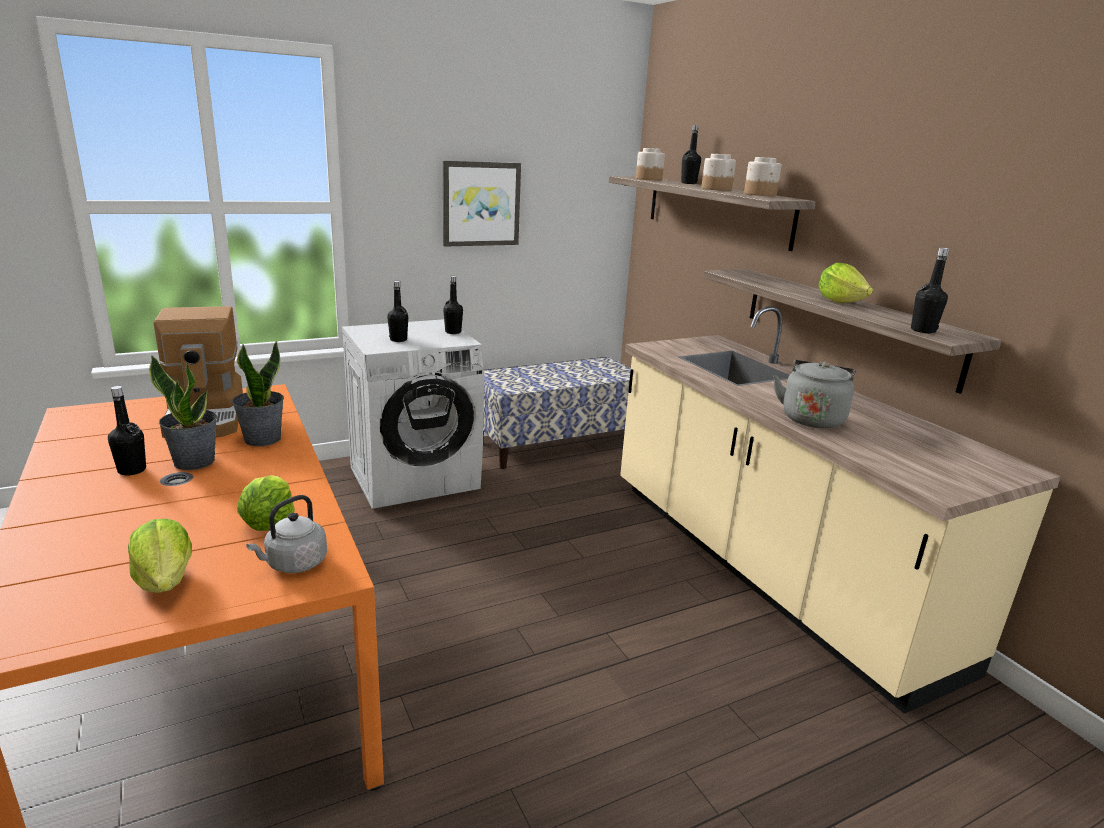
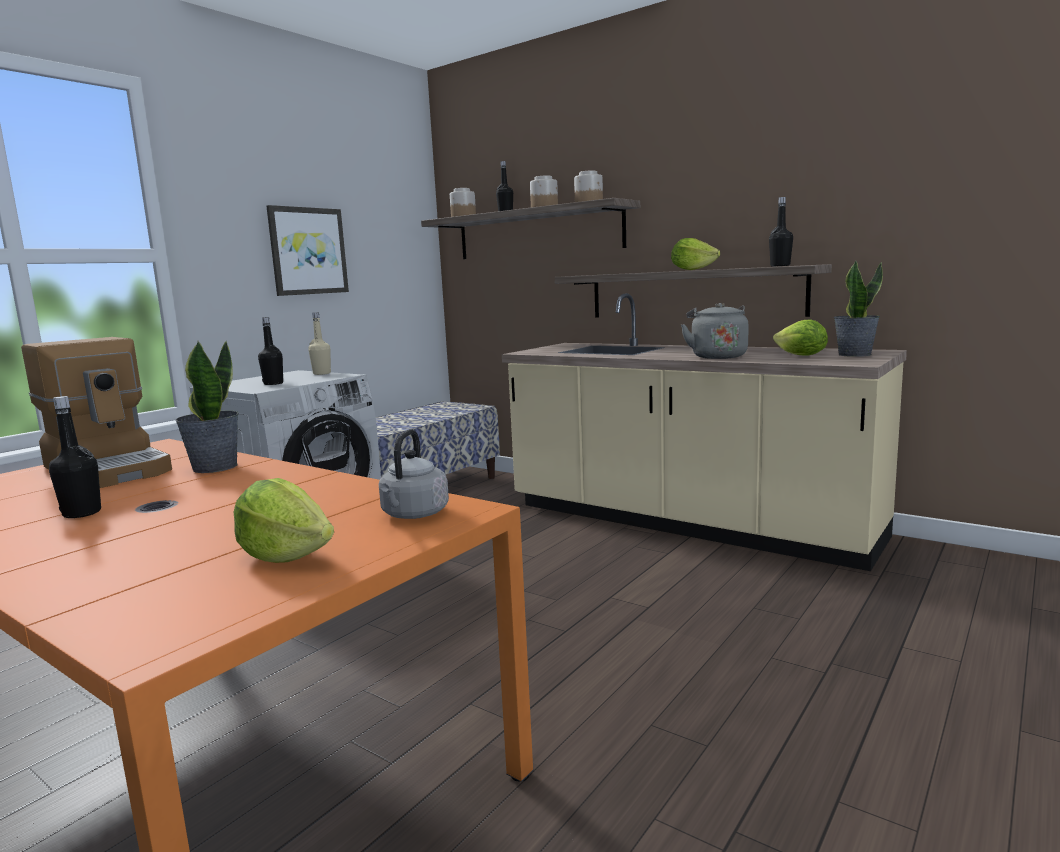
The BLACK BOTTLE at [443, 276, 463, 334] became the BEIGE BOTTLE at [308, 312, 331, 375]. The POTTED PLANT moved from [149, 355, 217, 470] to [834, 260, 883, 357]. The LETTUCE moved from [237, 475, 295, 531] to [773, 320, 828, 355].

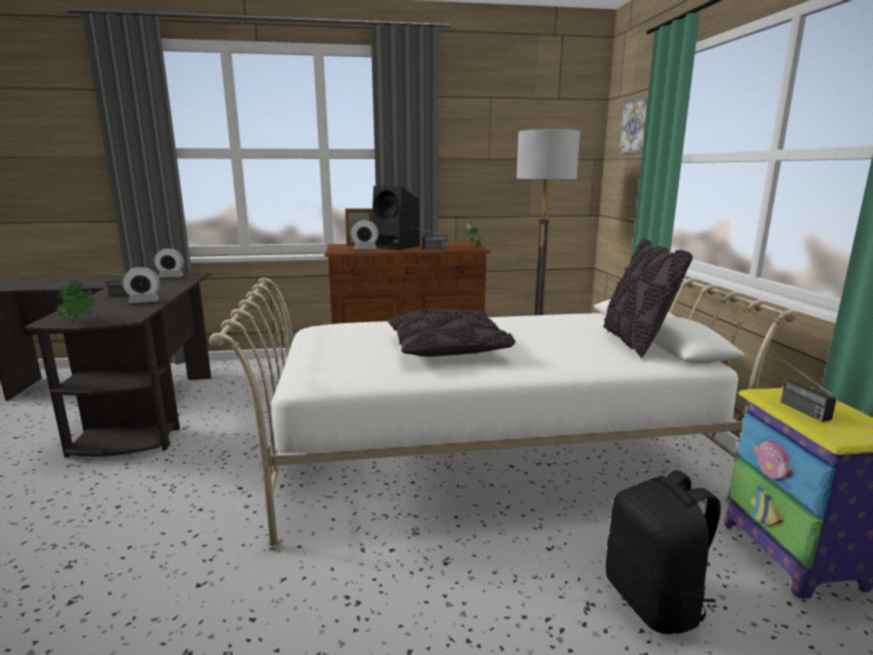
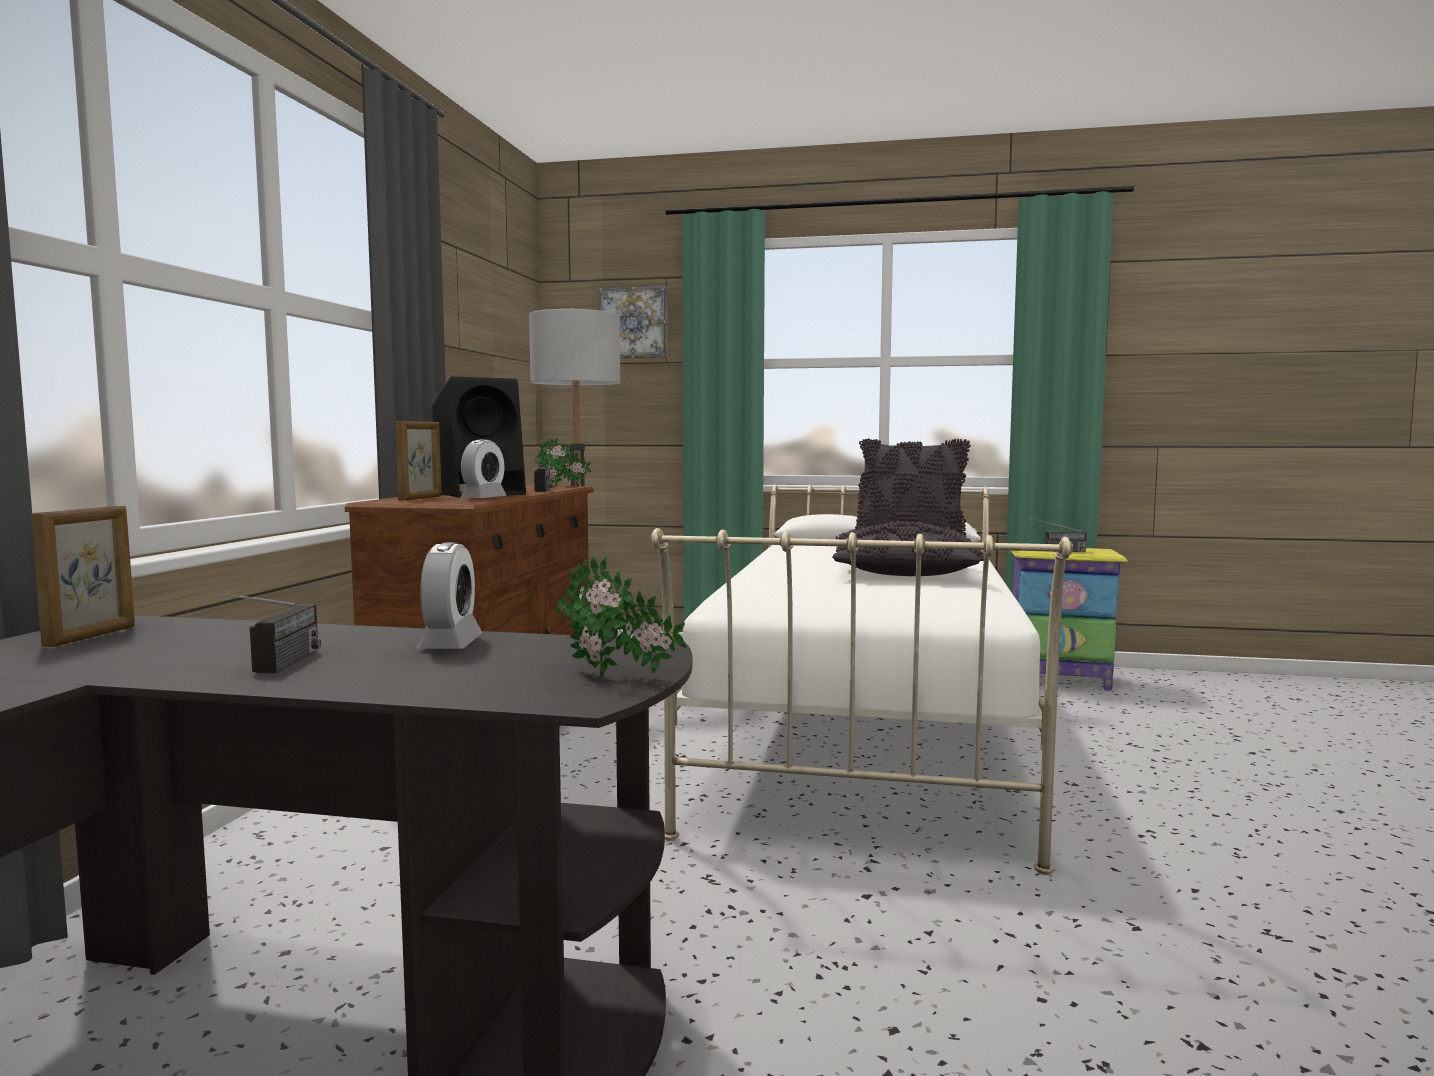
The ALARM CLOCK at [154, 248, 184, 278] was replaced by the PICTURE FRAME at [32, 506, 135, 647]. The BLACK BACKPACK at [606, 470, 721, 634] disappeared.

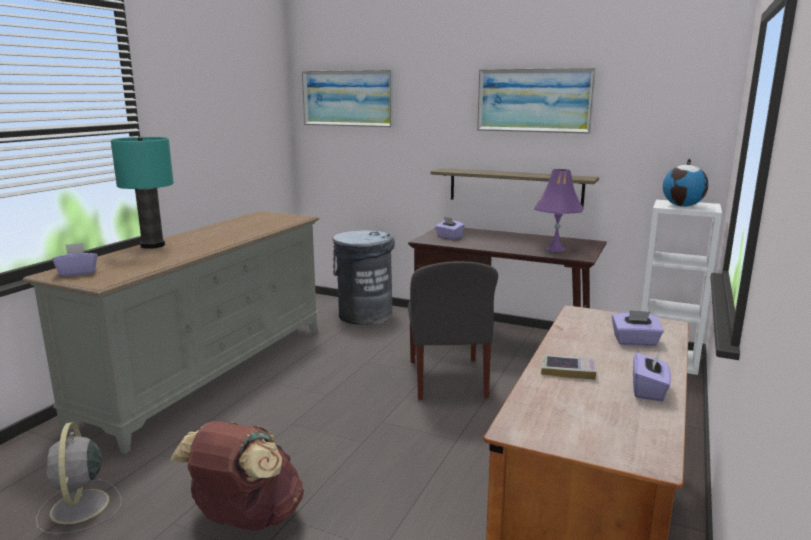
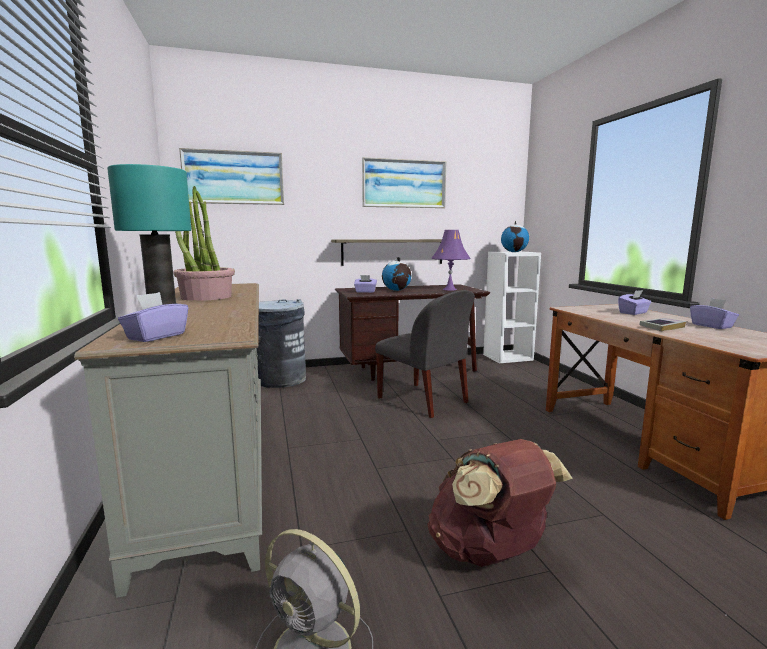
The POTTED PLANT at [173, 186, 235, 301] appeared. The GLOBE at [382, 257, 411, 291] appeared.

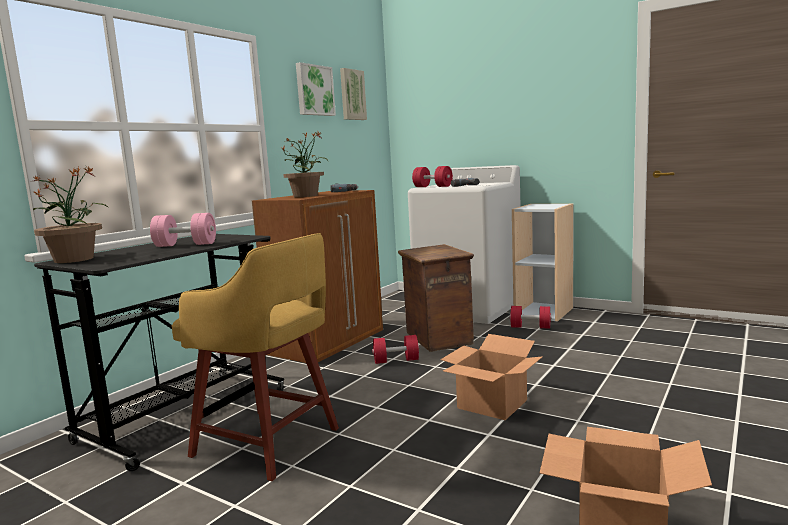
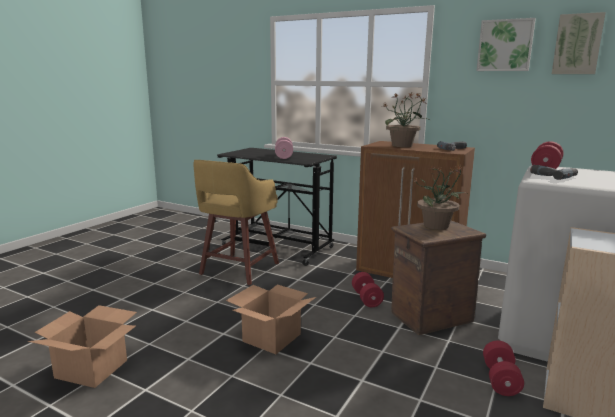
The POTTED PLANT moved from [33, 166, 109, 263] to [414, 165, 467, 230].

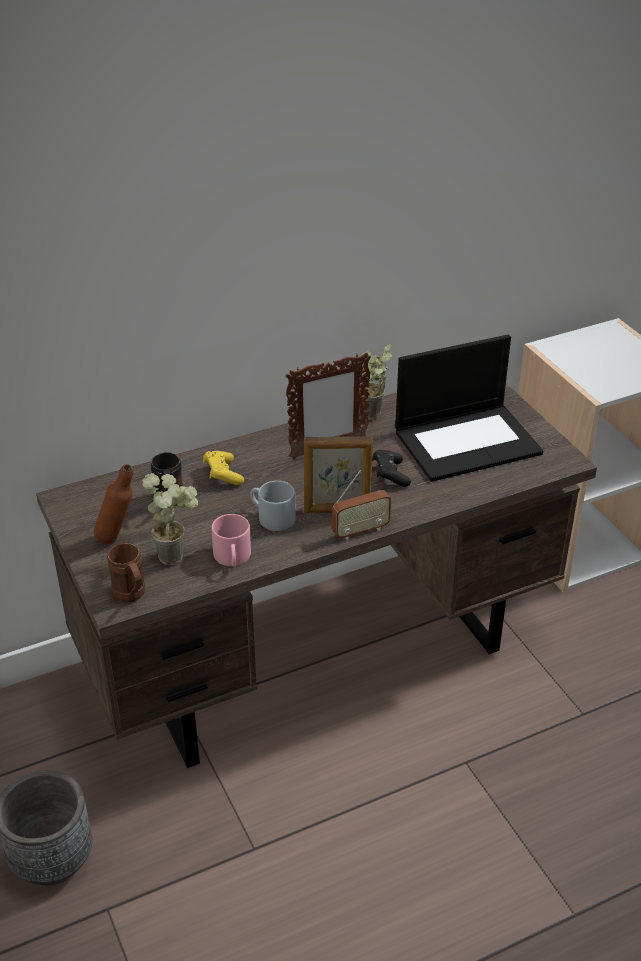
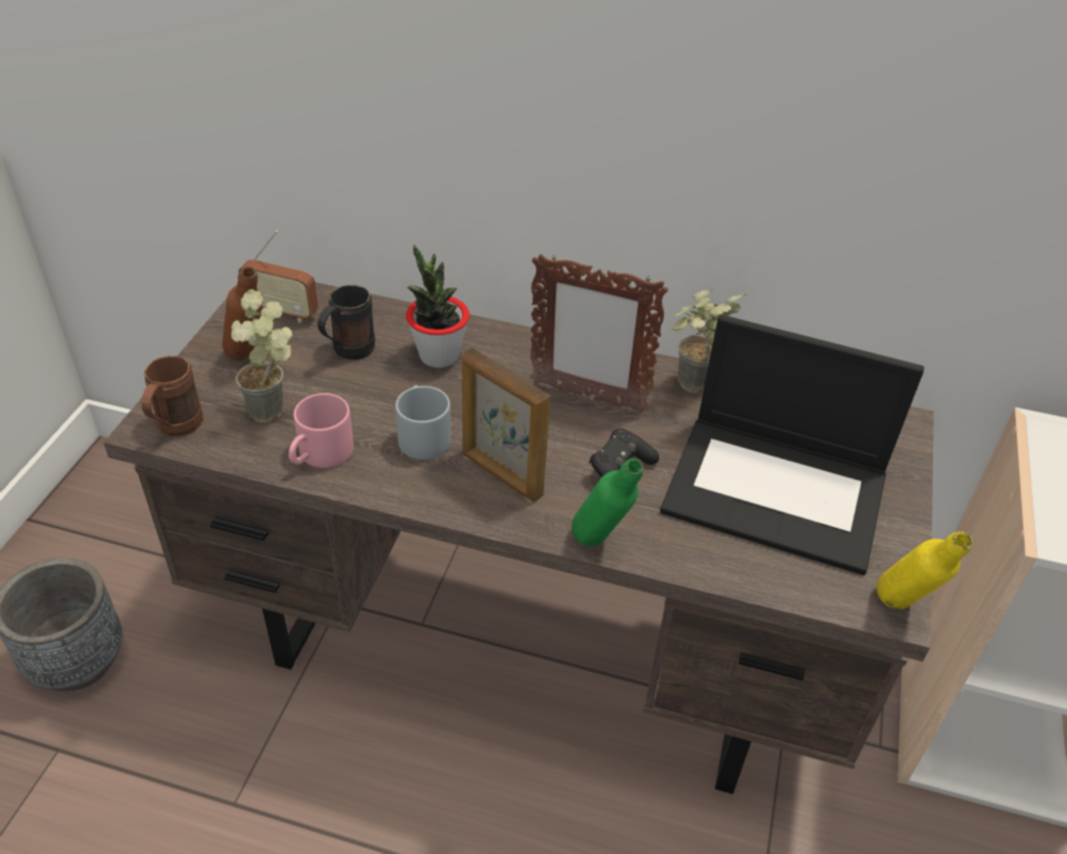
The YELLOW GAME CONTROLLER at [203, 451, 244, 485] was replaced by the POTTED PLANT at [406, 245, 470, 368]. The RADIO moved from [332, 470, 391, 540] to [238, 230, 318, 323]. The GREEN BOTTLE at [571, 458, 644, 547] appeared. The YELLOW BOTTLE at [877, 532, 973, 609] appeared.

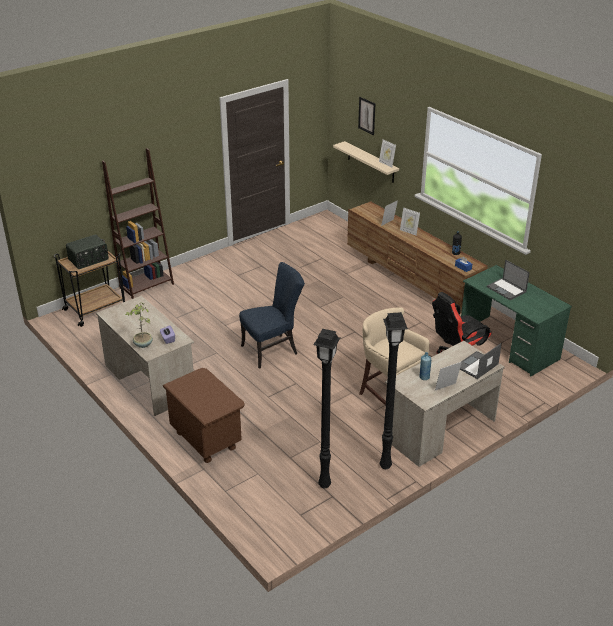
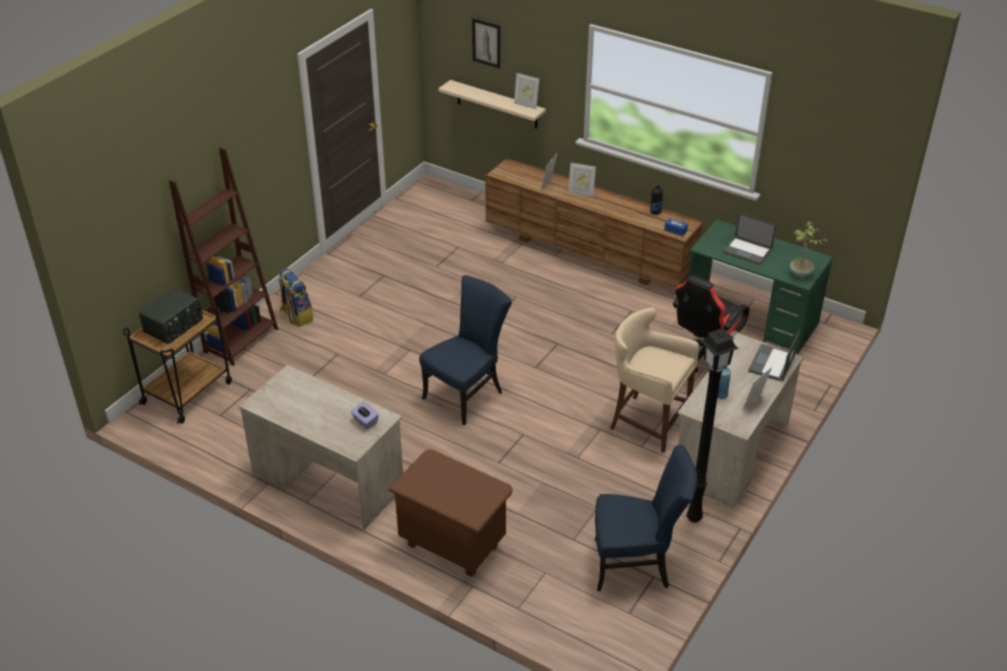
The POTTED PLANT moved from [125, 302, 153, 348] to [790, 222, 828, 278]. The BLACK FLOOR LAMP at [313, 329, 340, 488] was replaced by the BLUE CHAIR at [595, 445, 697, 591]. The BACKPACK at [278, 268, 313, 327] appeared.

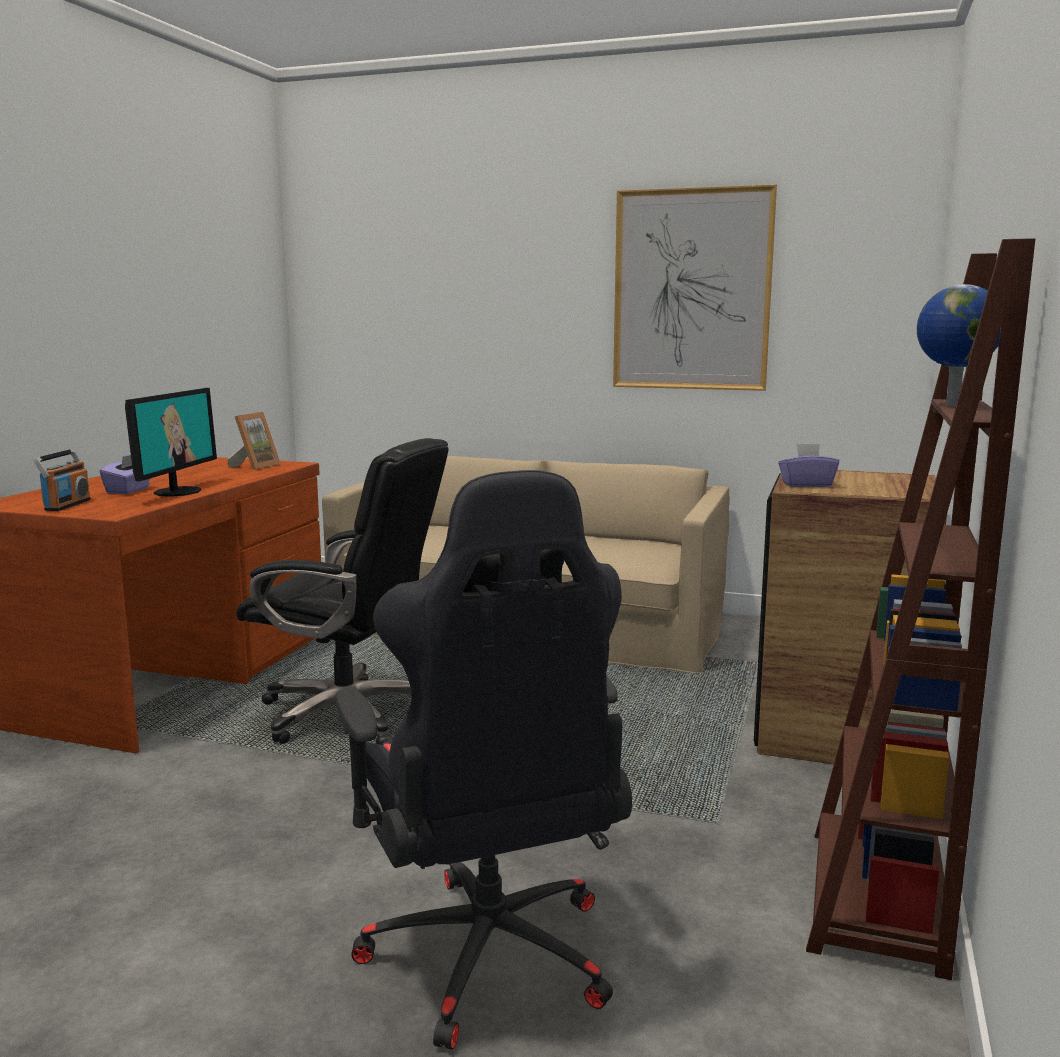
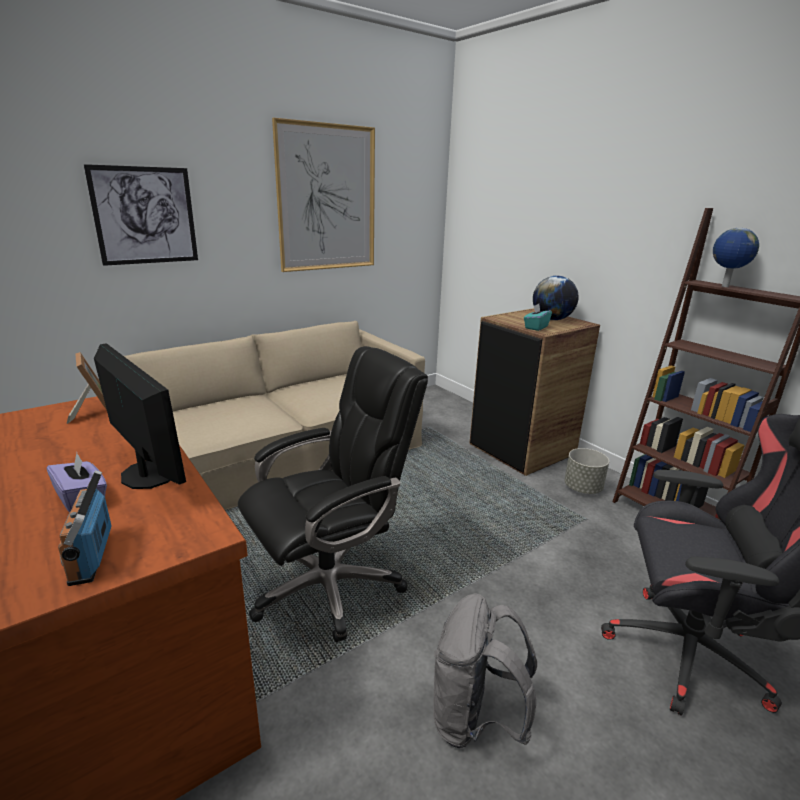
The PURPLE TISSUE BOX at [778, 443, 839, 487] became the TURQUOISE TISSUE BOX at [524, 304, 552, 331]. The RADIO at [33, 449, 91, 511] turned 150 degrees counterclockwise. The PICTURE at [84, 164, 198, 266] appeared. The GLOBE at [533, 276, 579, 320] appeared. The GREY PLANTER at [564, 448, 609, 494] appeared. The GREY BACKPACK at [433, 593, 537, 748] appeared.

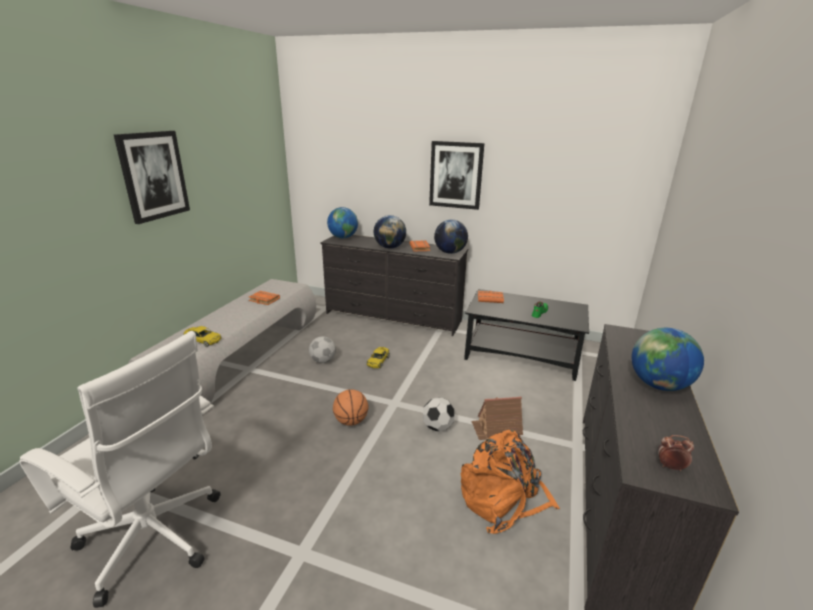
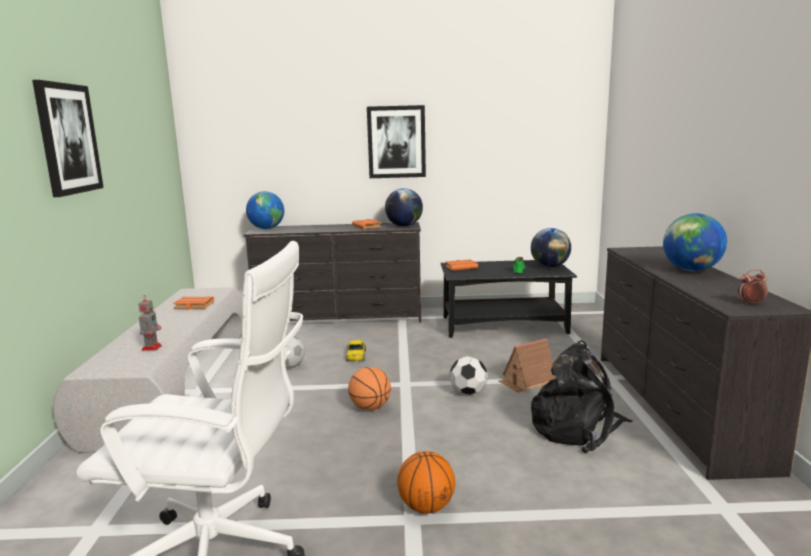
The GLOBE moved from [374, 215, 406, 249] to [531, 228, 571, 267]. The YELLOW TOY CAR at [184, 326, 221, 347] was replaced by the TOY ROBOT at [138, 297, 162, 351]. The ORANGE BACKPACK at [461, 430, 560, 534] became the BLACK BACKPACK at [531, 340, 633, 453]. The BASKETBALL at [397, 451, 455, 514] appeared.

